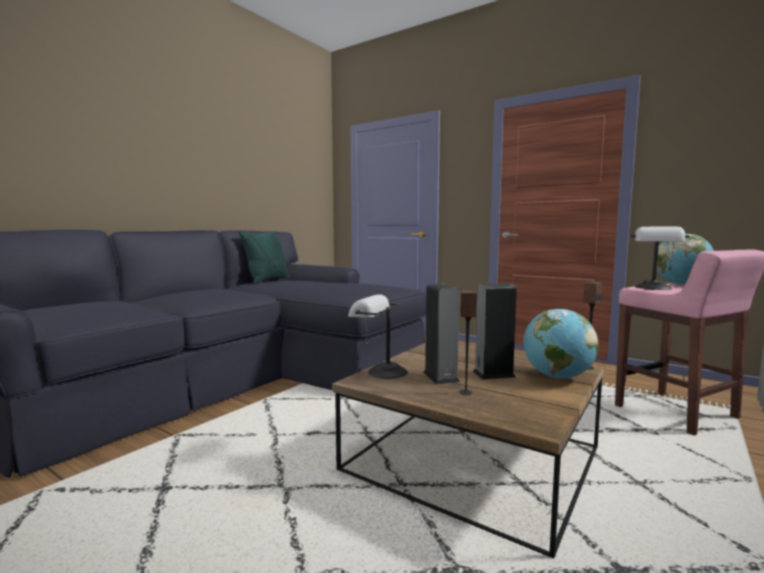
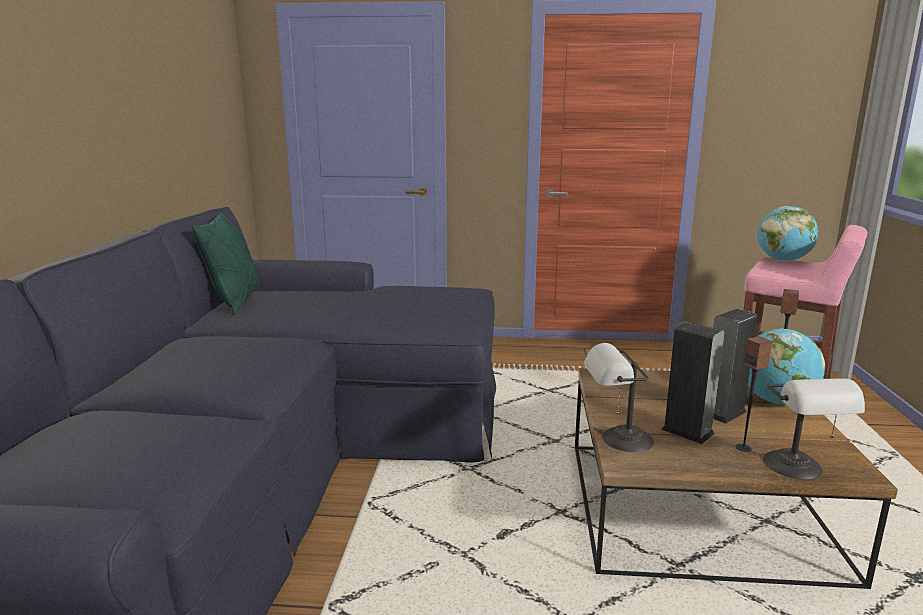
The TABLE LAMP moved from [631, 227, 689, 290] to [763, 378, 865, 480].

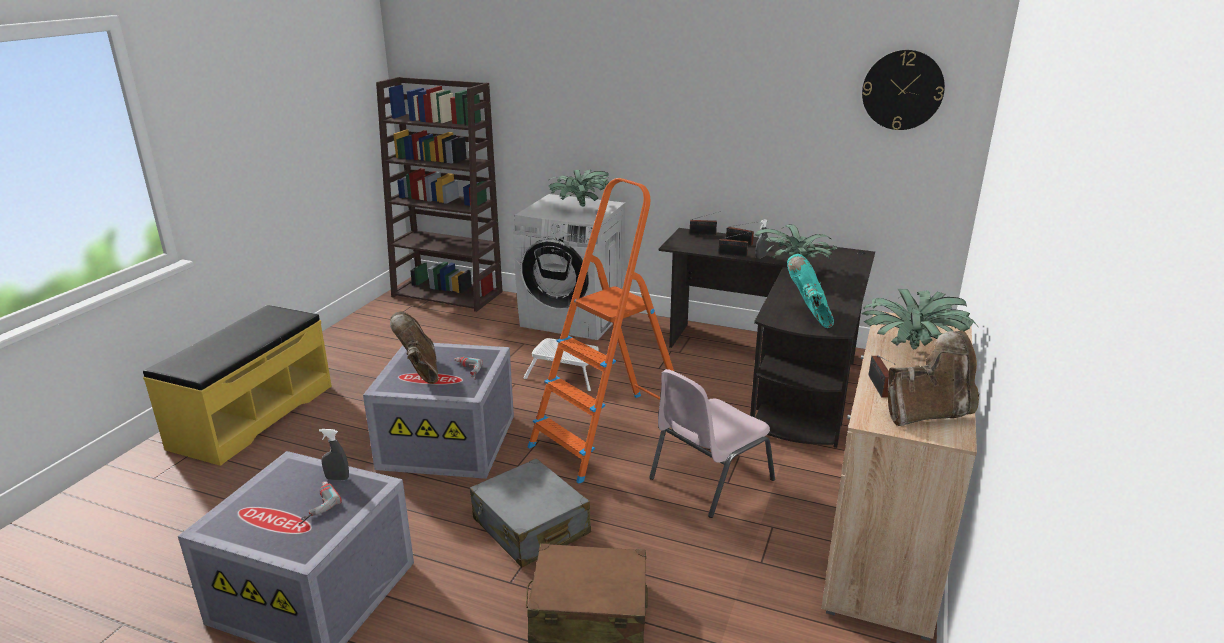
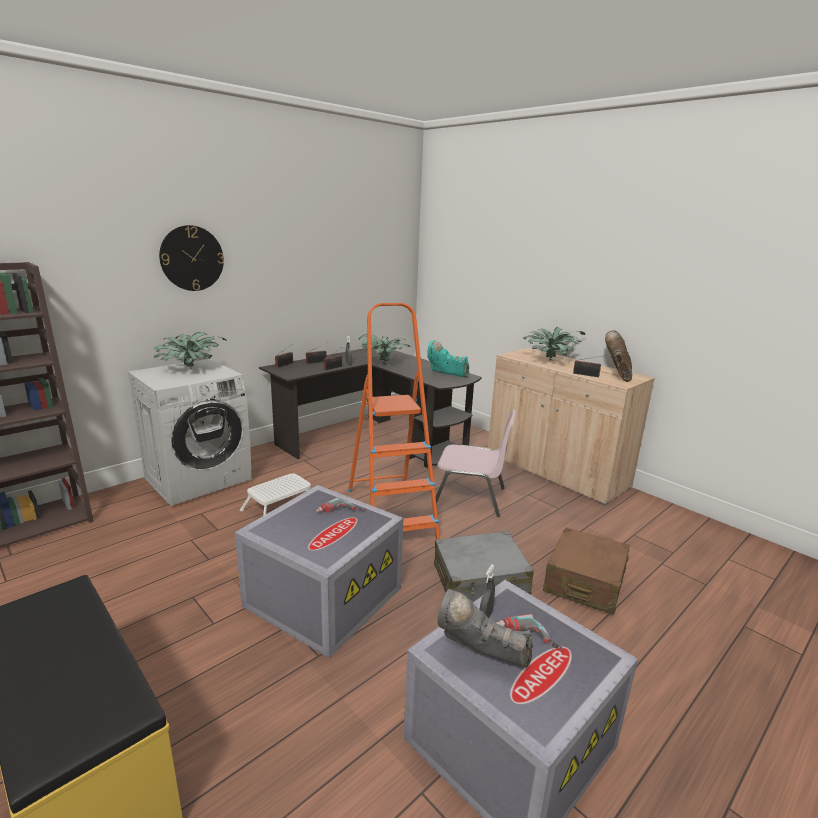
The WALL CLOCK moved from [862, 50, 945, 130] to [159, 225, 224, 291]. The BROWN BOOT at [390, 311, 438, 384] disappeared. The PINK CHAIR at [649, 369, 775, 518] turned 60 degrees counterclockwise. The GREY BOOT at [437, 589, 533, 668] appeared.

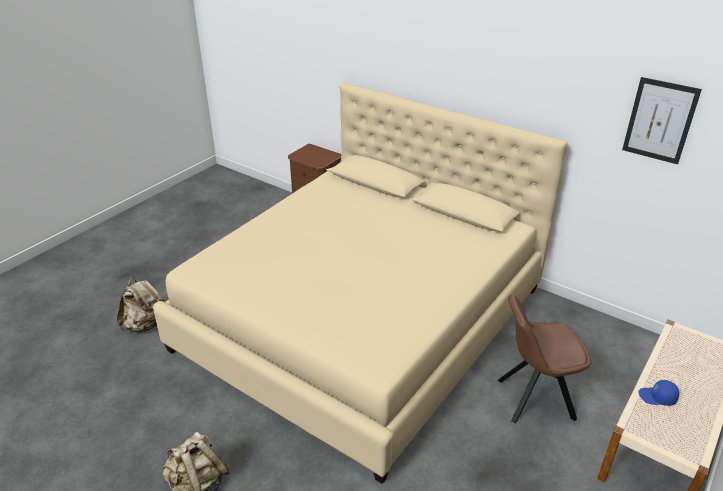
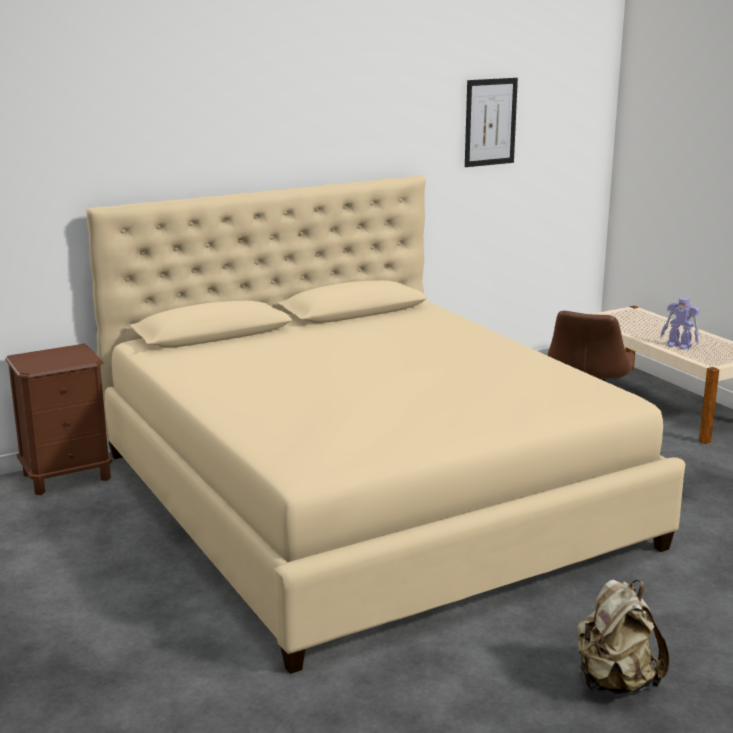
The BEIGE BACKPACK at [117, 277, 165, 332] disappeared. The BLUE CAP at [639, 380, 679, 406] was replaced by the TOY ROBOT at [660, 297, 700, 350].

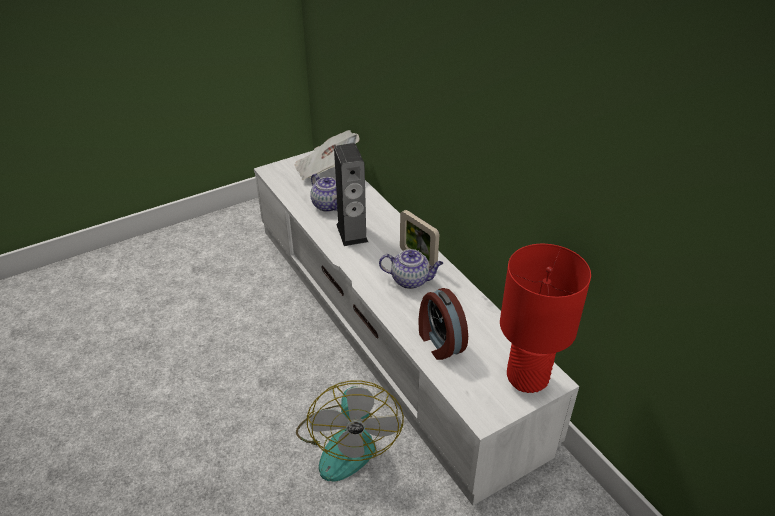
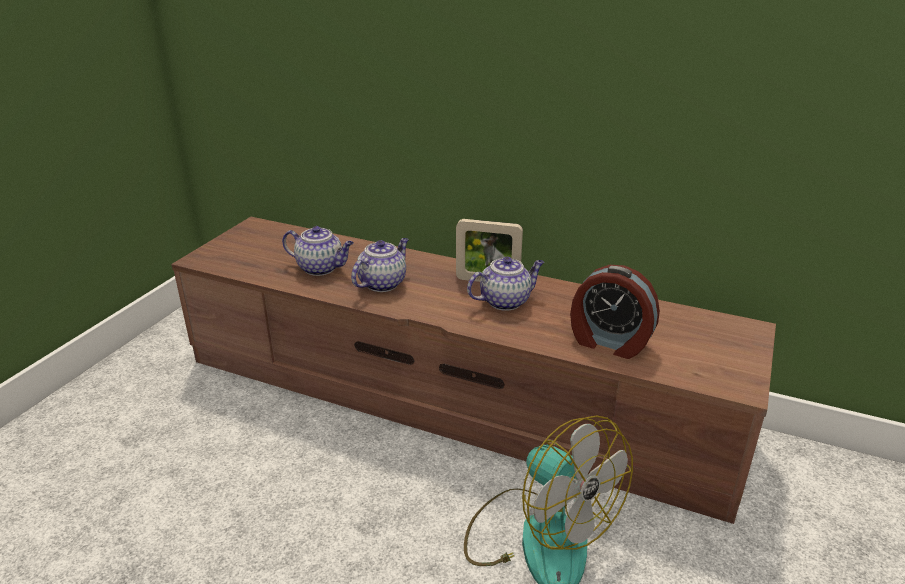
The NEWSPAPER at [295, 130, 359, 180] disappeared. The SPEAKER at [334, 143, 368, 246] was replaced by the TEAPOT at [351, 238, 409, 292]. The WHITE TV STAND at [254, 150, 579, 505] became the BROWN TV STAND at [171, 217, 776, 524]. The RED TABLE LAMP at [500, 244, 591, 393] disappeared.

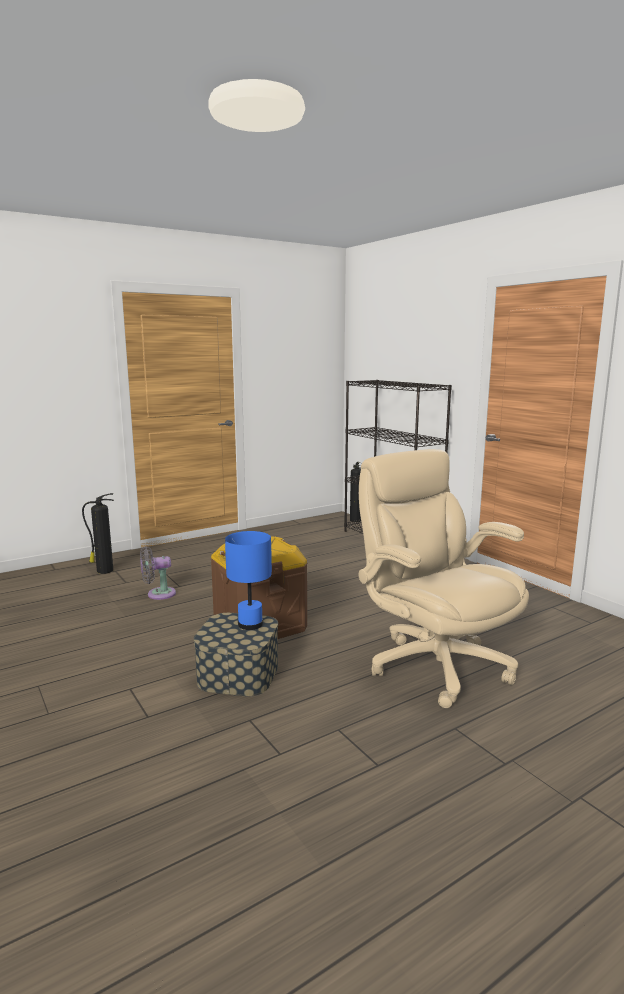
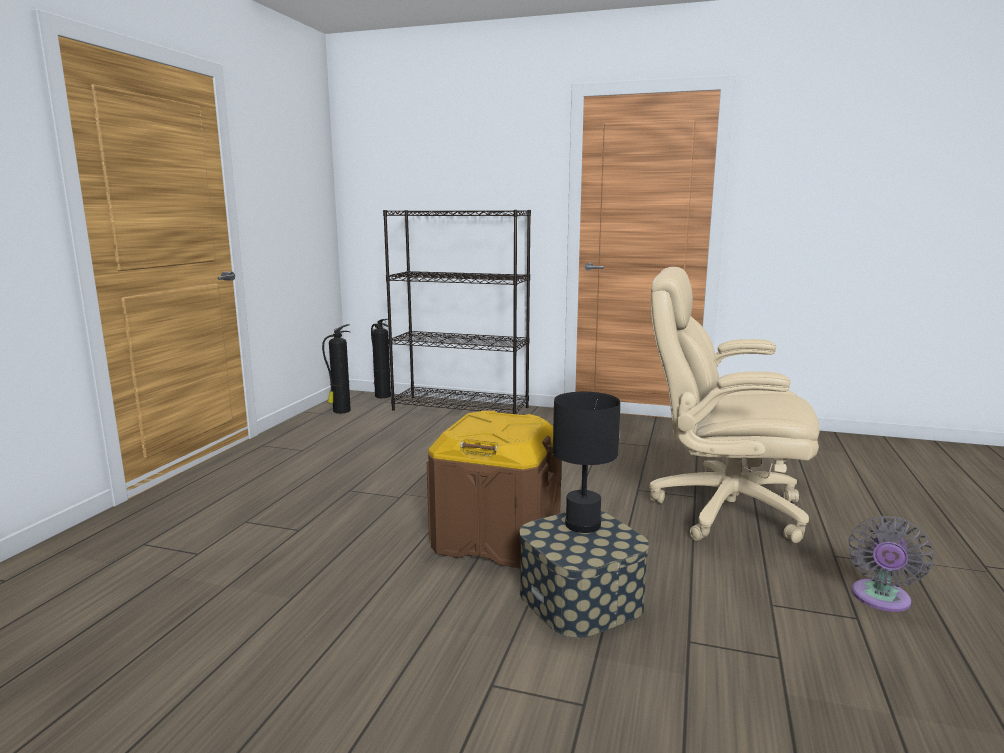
The FIRE EXTINGUISHER moved from [82, 493, 114, 574] to [322, 324, 351, 414]. The BLUE TABLE LAMP at [225, 531, 272, 630] became the BLACK TABLE LAMP at [553, 392, 620, 533]. The GREY FAN moved from [140, 546, 176, 600] to [848, 516, 934, 612].

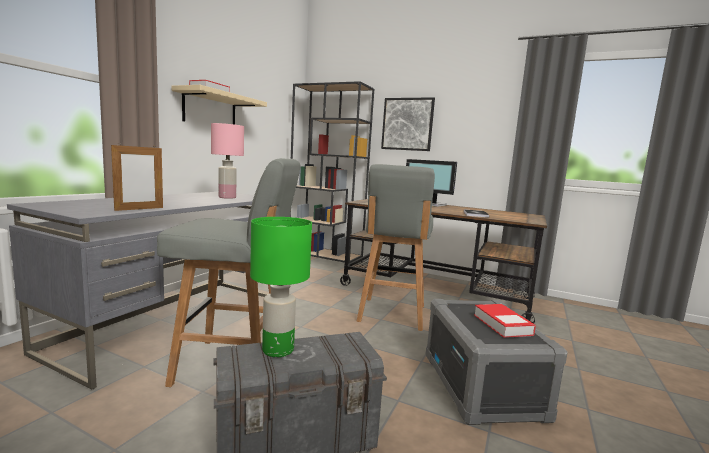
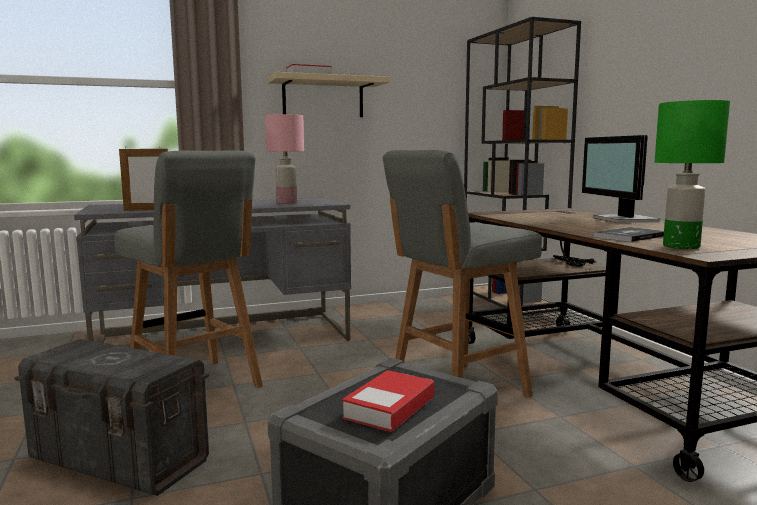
The PICTURE at [381, 97, 435, 151] disappeared. The GREEN TABLE LAMP moved from [250, 217, 312, 357] to [655, 100, 730, 249].

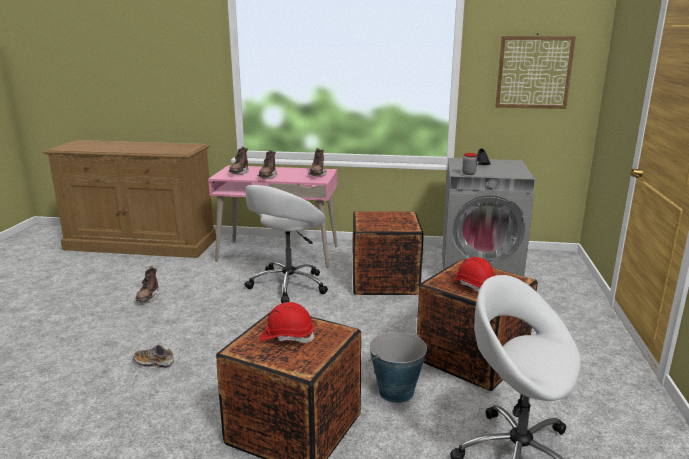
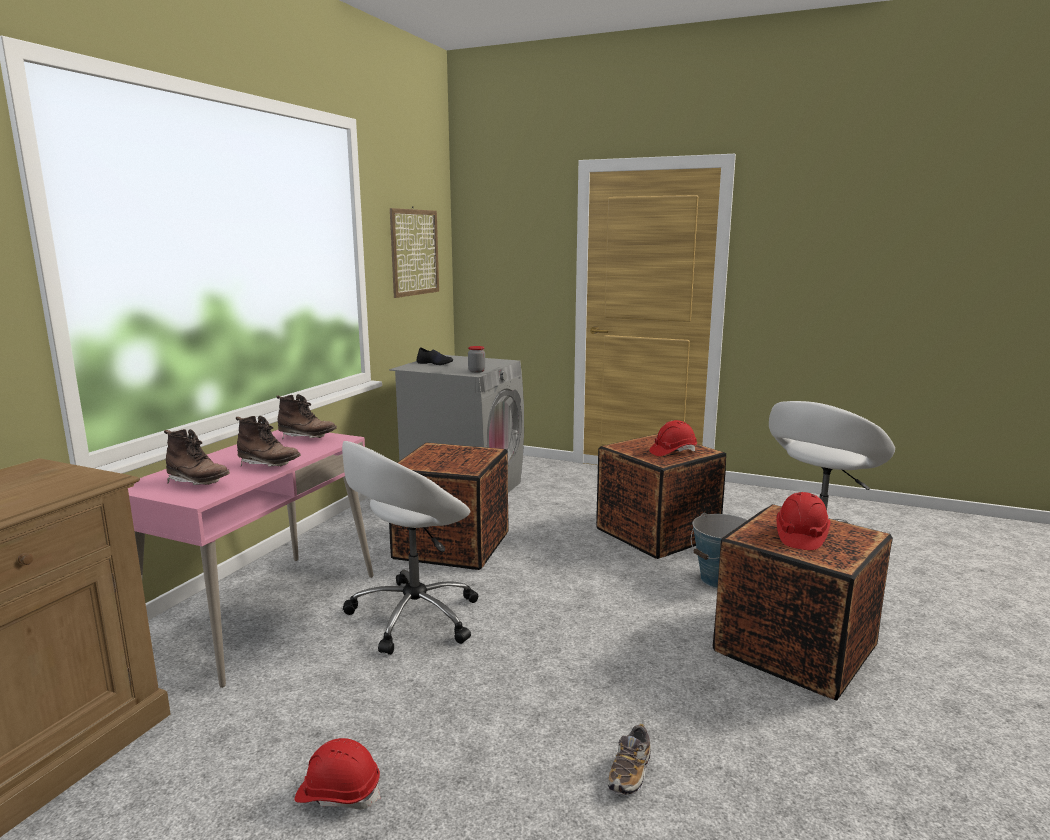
The WHITE OFFICE CHAIR at [244, 185, 328, 303] turned 90 degrees clockwise. The BROWN BOOT at [135, 266, 159, 302] was replaced by the RED HARD HAT at [294, 738, 381, 809].

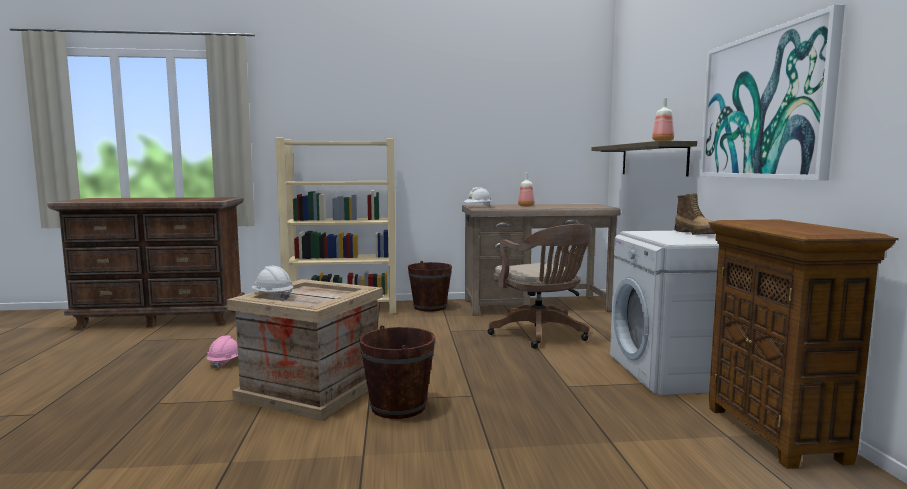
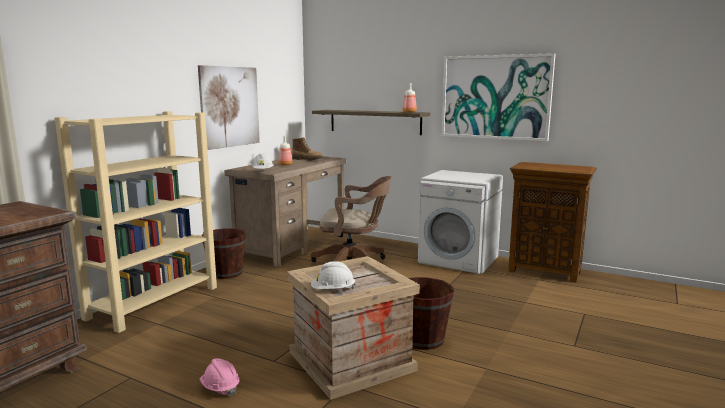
The BOOT moved from [674, 193, 716, 235] to [292, 137, 323, 161]. The PICTURE at [198, 65, 260, 150] appeared.

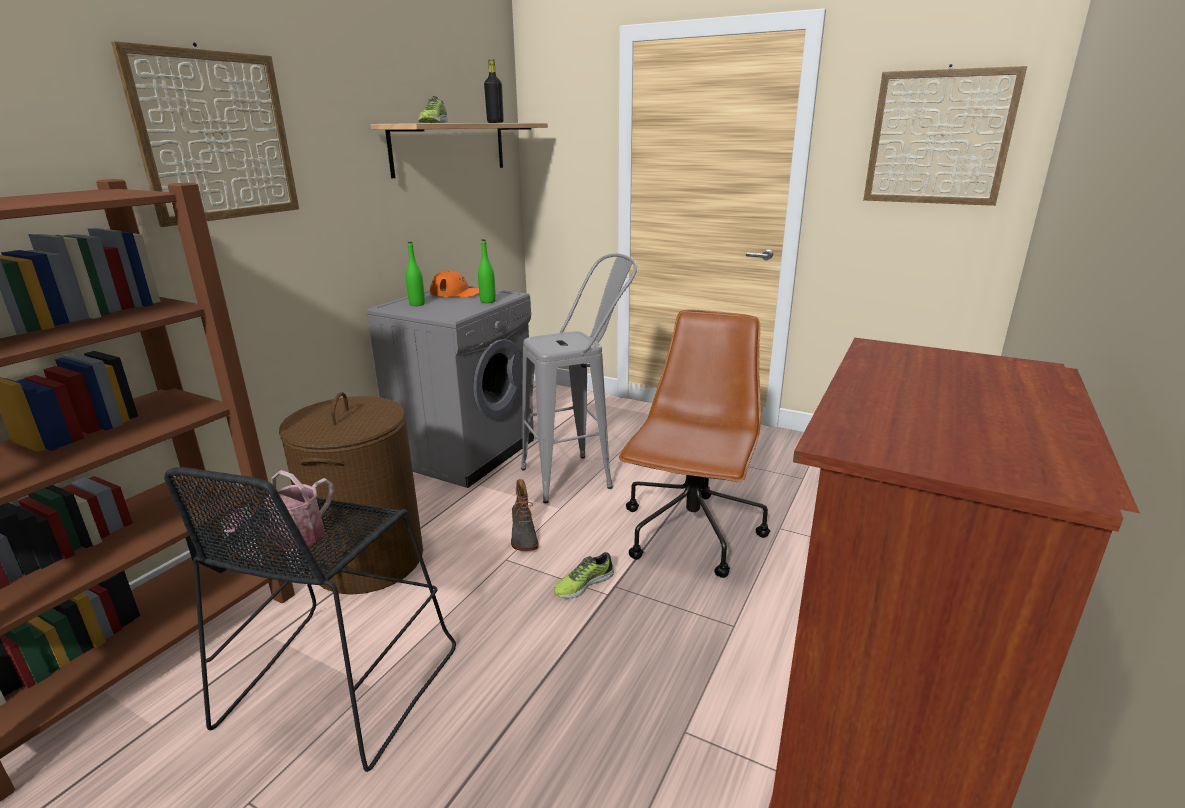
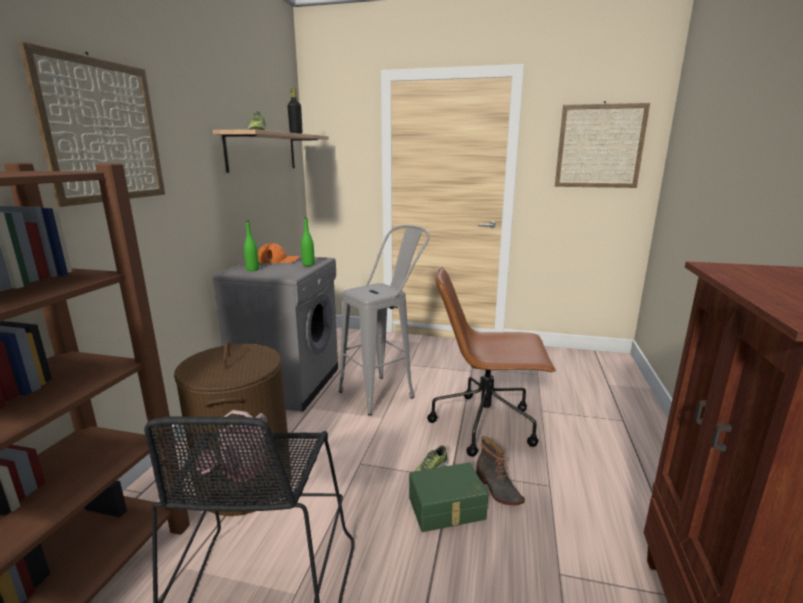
The BROWN OFFICE CHAIR at [619, 309, 770, 578] turned 90 degrees counterclockwise. The BOOT moved from [511, 479, 539, 551] to [476, 436, 525, 506]. The GREEN STORAGE BOX at [409, 462, 488, 532] appeared.

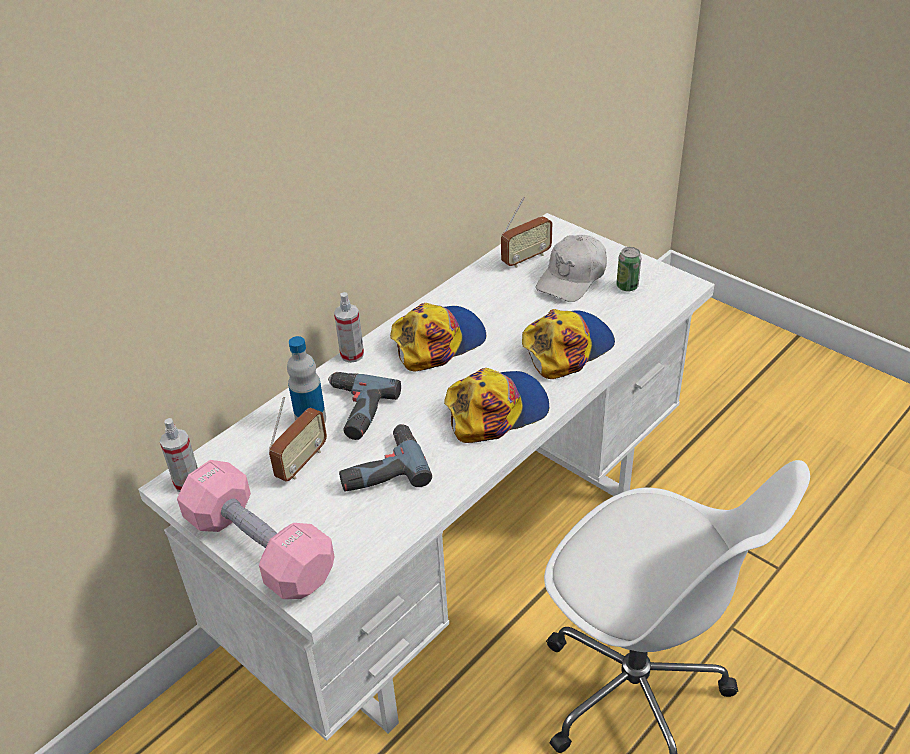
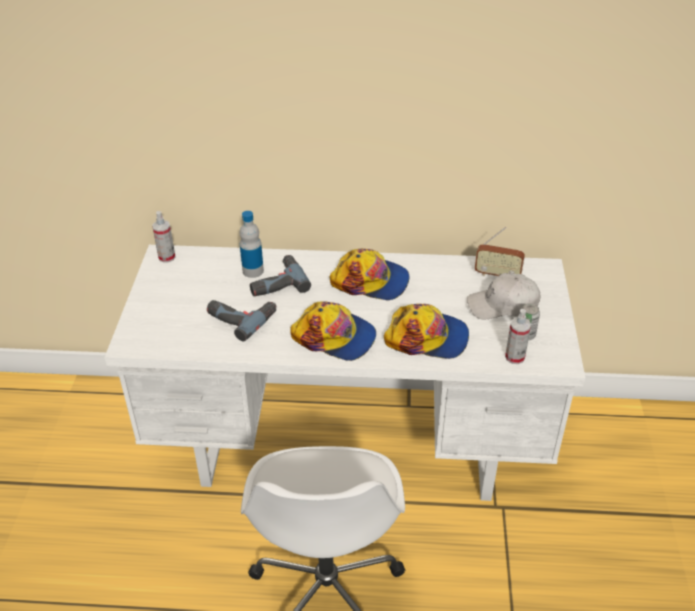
The SPRAY BOTTLE moved from [334, 292, 364, 363] to [505, 309, 531, 364]. The RADIO at [269, 397, 327, 482] disappeared. The PINK DUMBBELL at [177, 460, 334, 599] disappeared.

